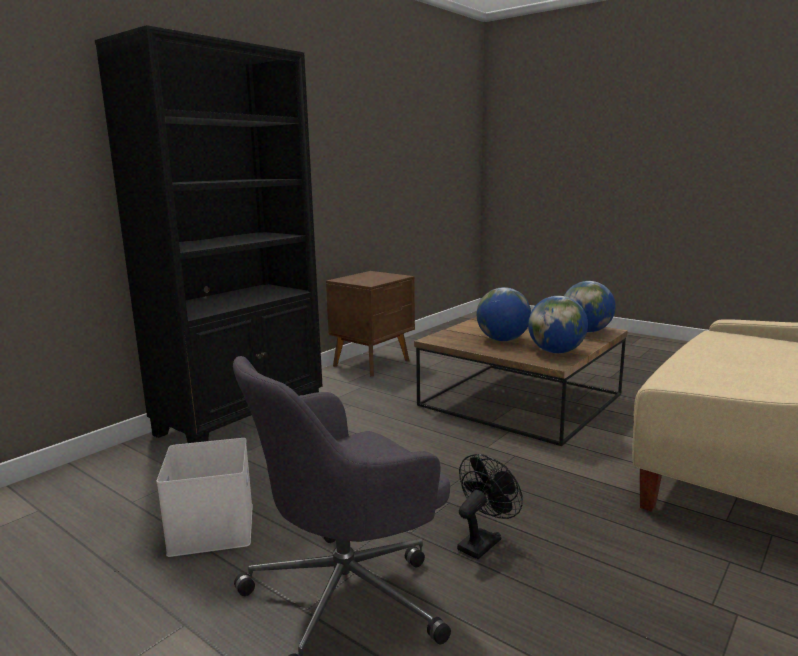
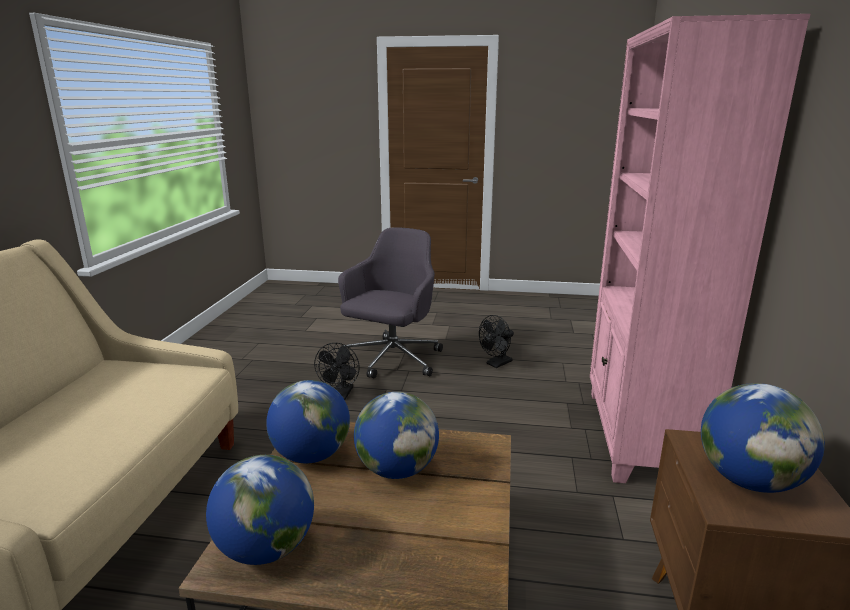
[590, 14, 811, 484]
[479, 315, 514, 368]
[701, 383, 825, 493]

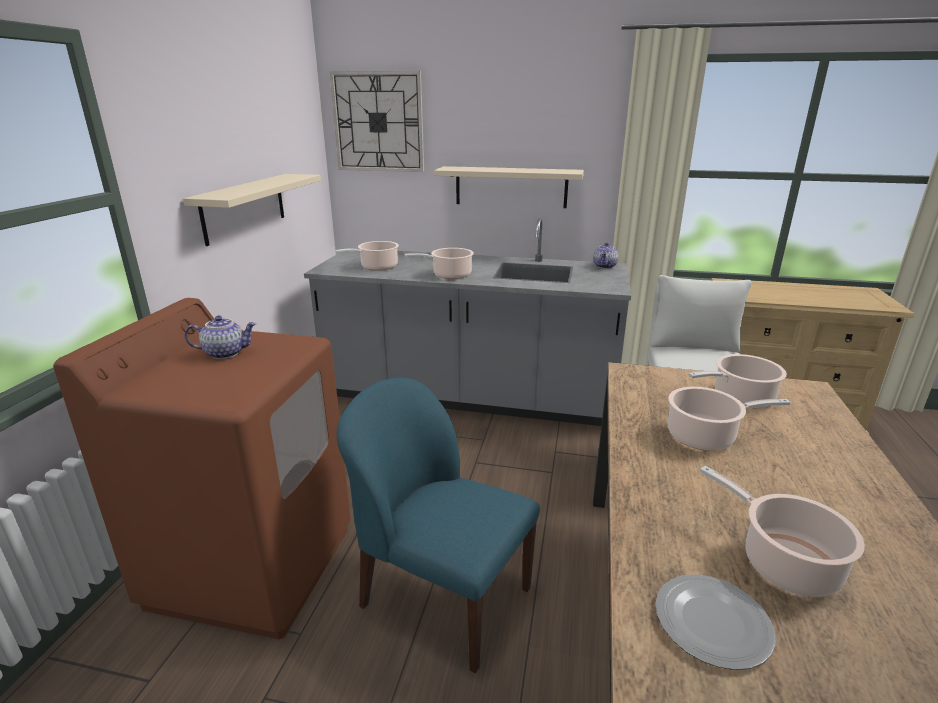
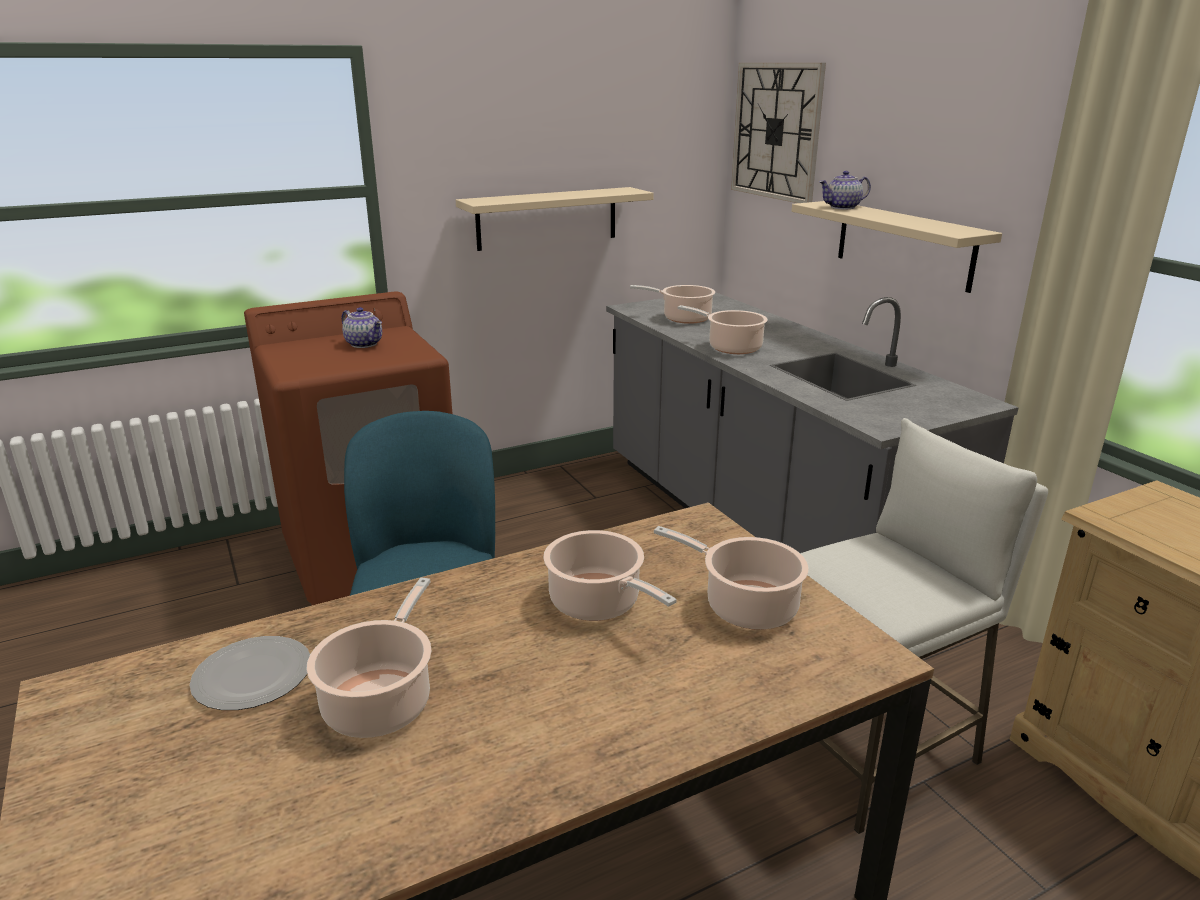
[819, 171, 871, 209]

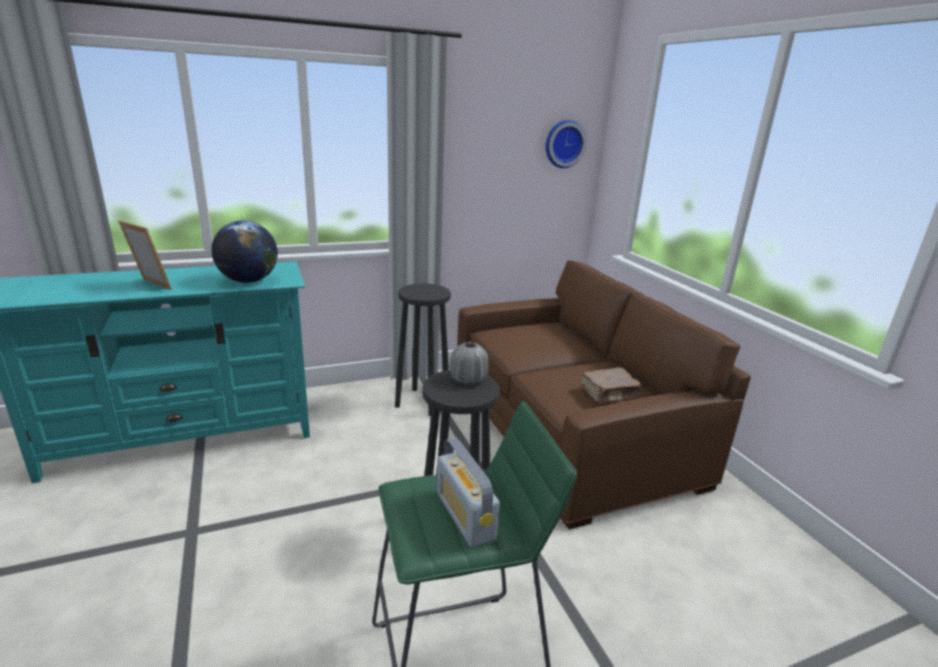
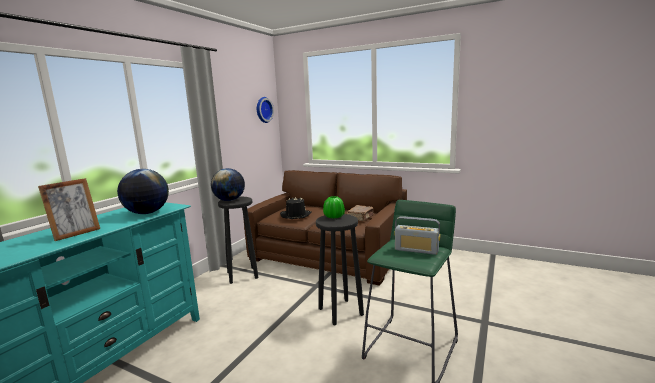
[38, 178, 100, 241]
[323, 196, 345, 219]
[211, 168, 245, 201]
[280, 197, 311, 219]

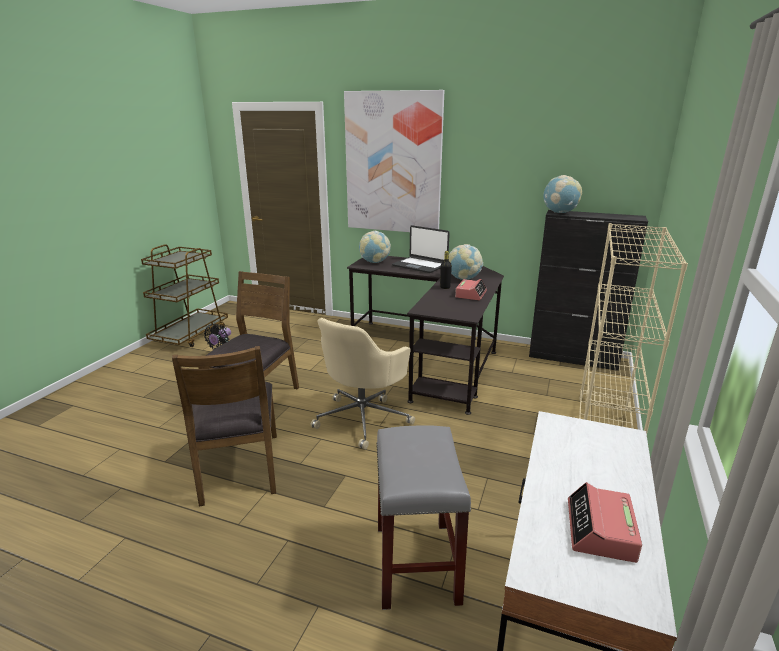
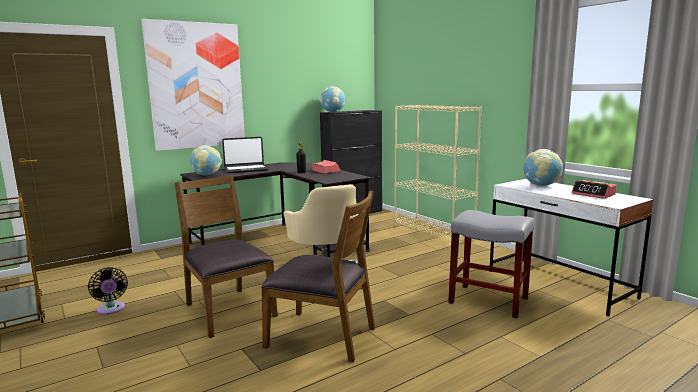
[523, 149, 563, 186]

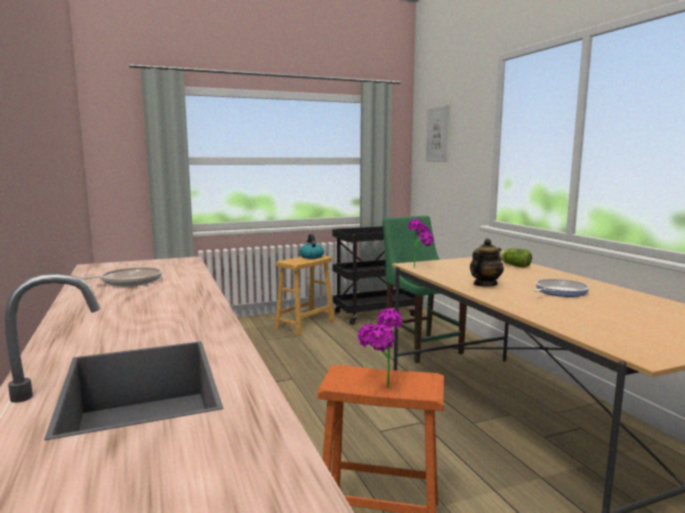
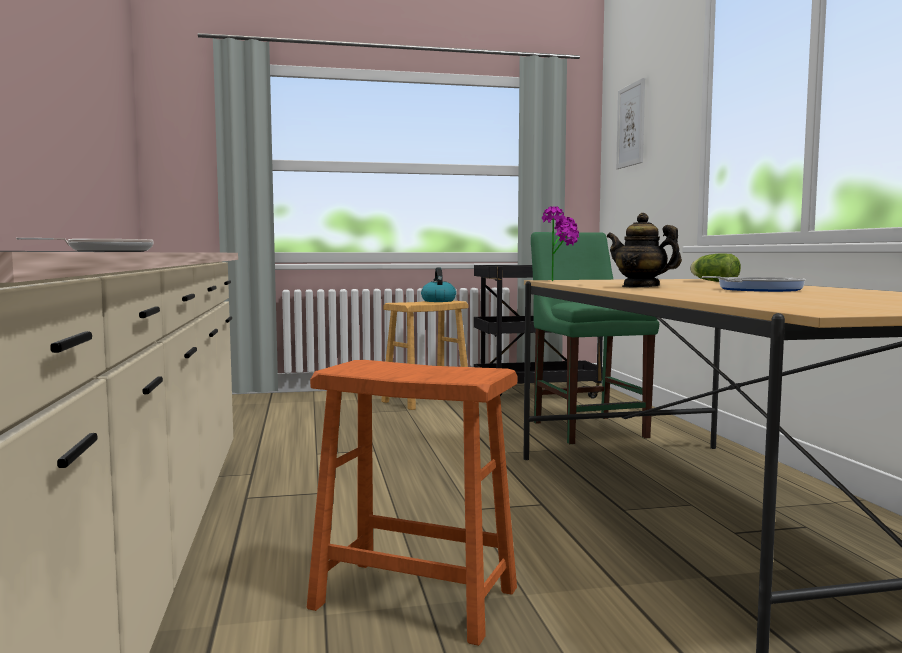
[357, 308, 402, 387] (first image)
[607, 213, 682, 288]

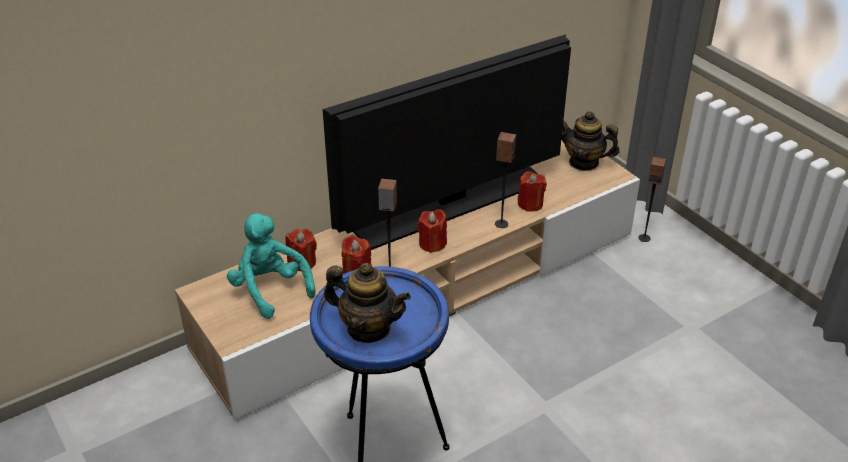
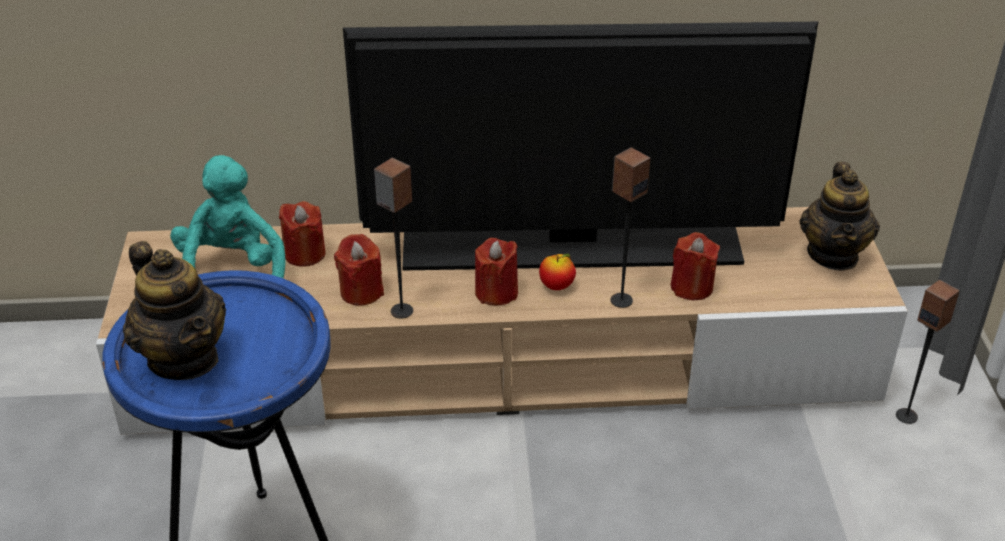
[799, 162, 880, 270]
[539, 254, 576, 290]

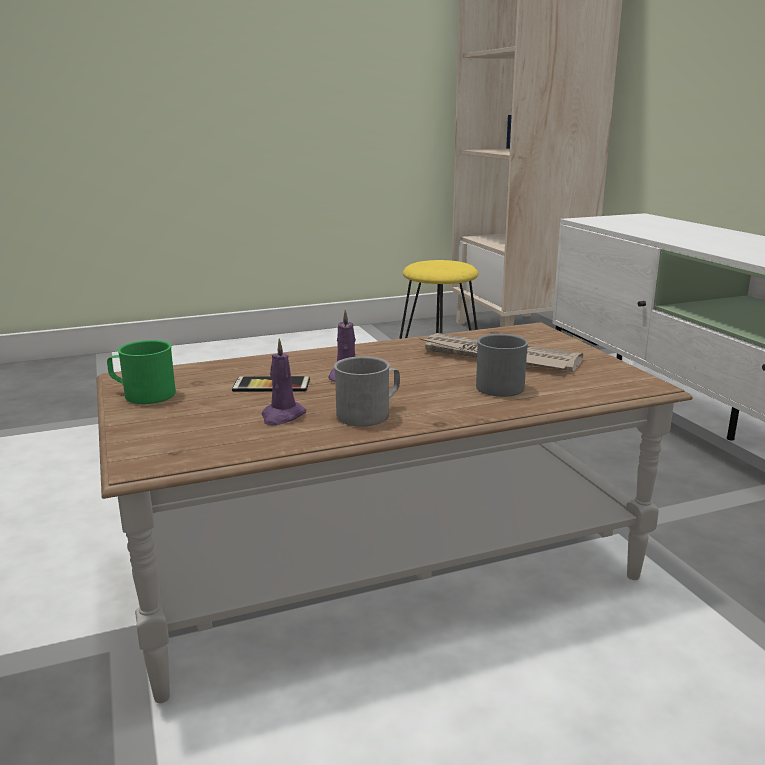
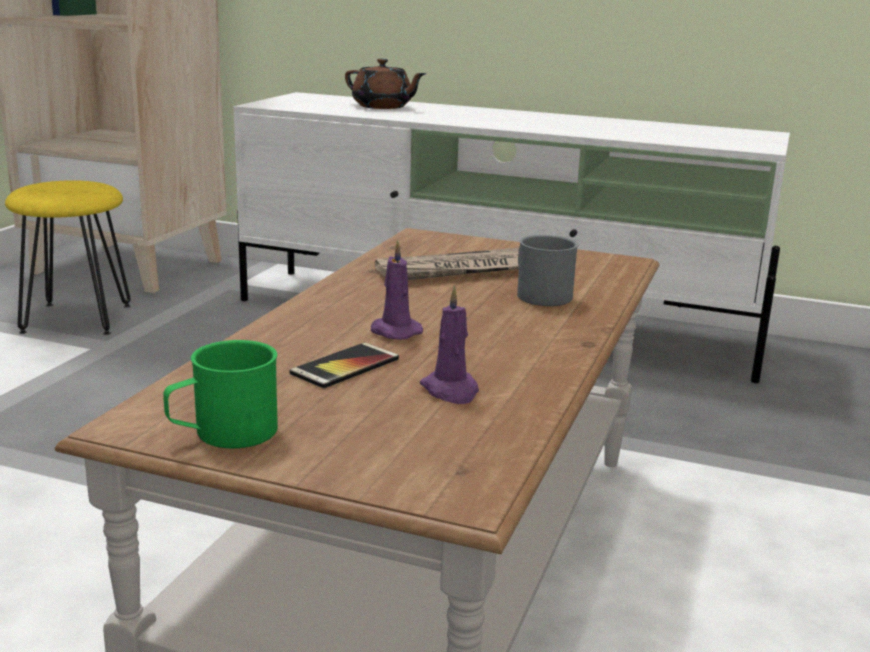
[334, 356, 400, 426] (first image)
[345, 59, 426, 109]

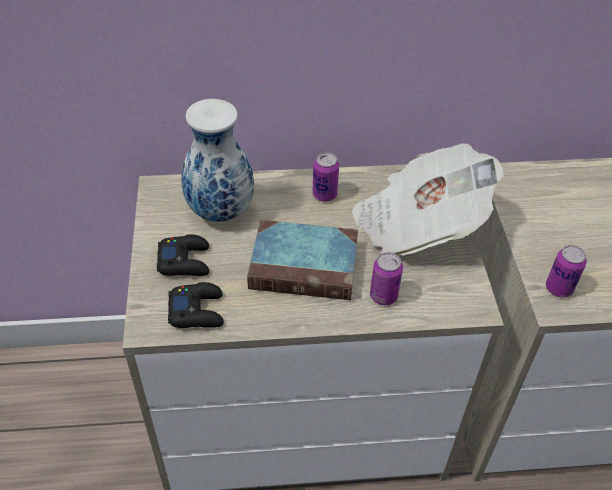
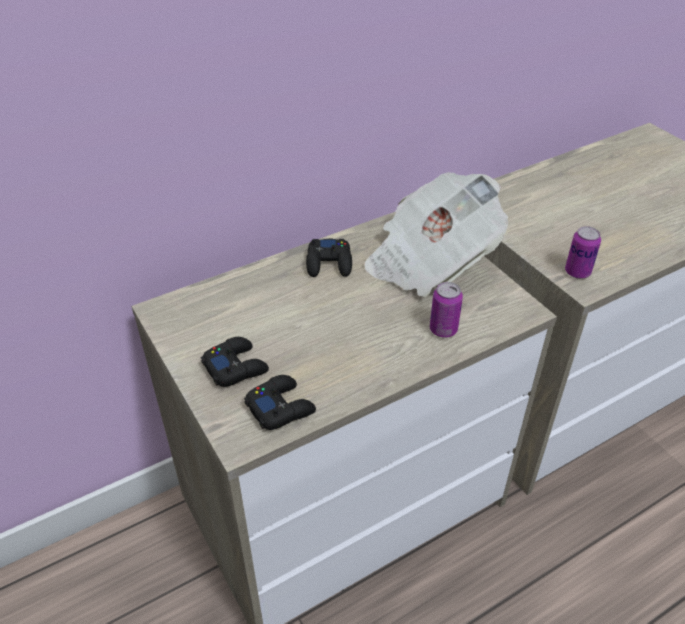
[181, 99, 254, 221] (first image)
[247, 220, 358, 300] (first image)
[306, 238, 352, 277]

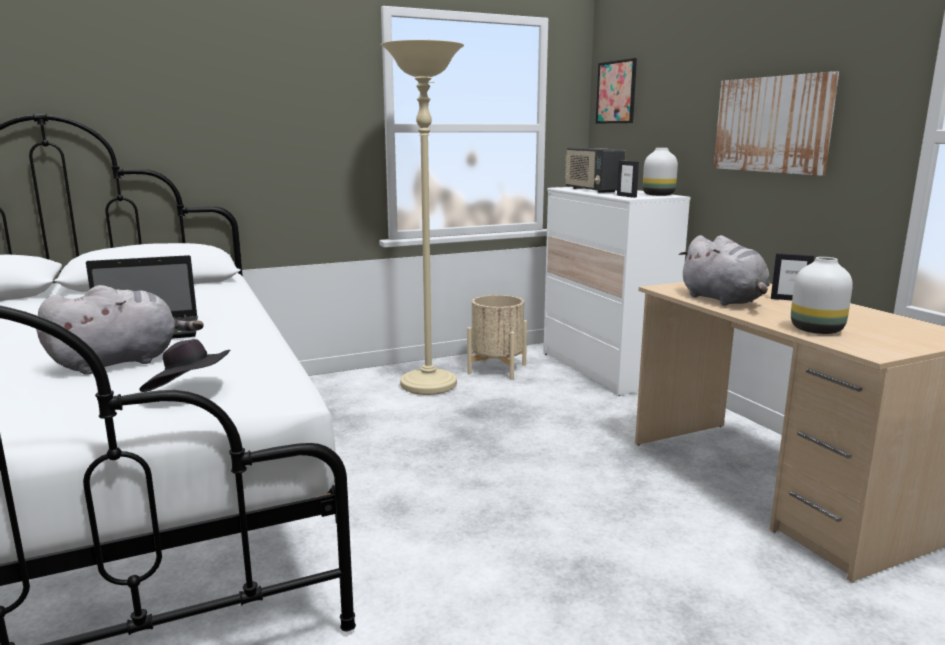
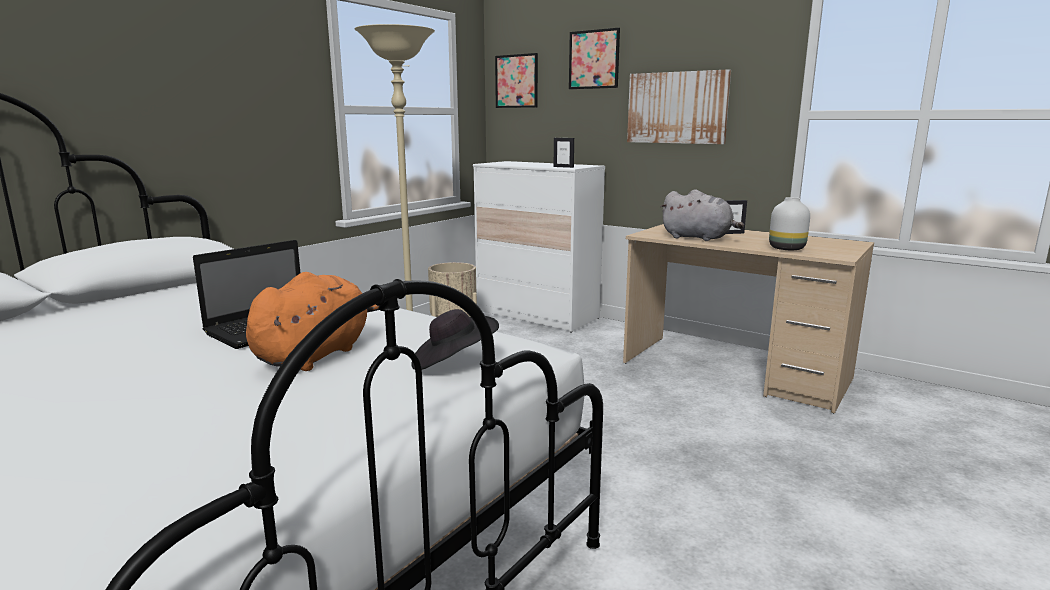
[246, 272, 380, 371]
[565, 148, 626, 193] (first image)
[643, 148, 678, 196] (first image)
[569, 28, 620, 89]

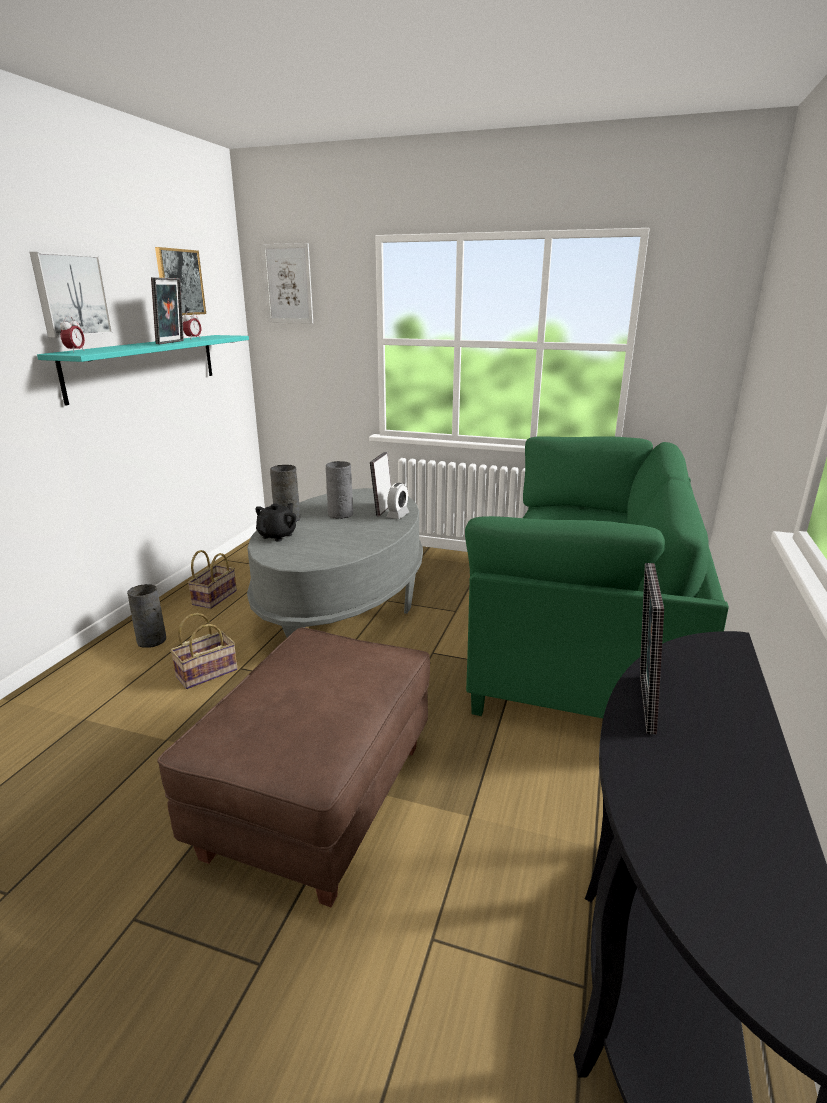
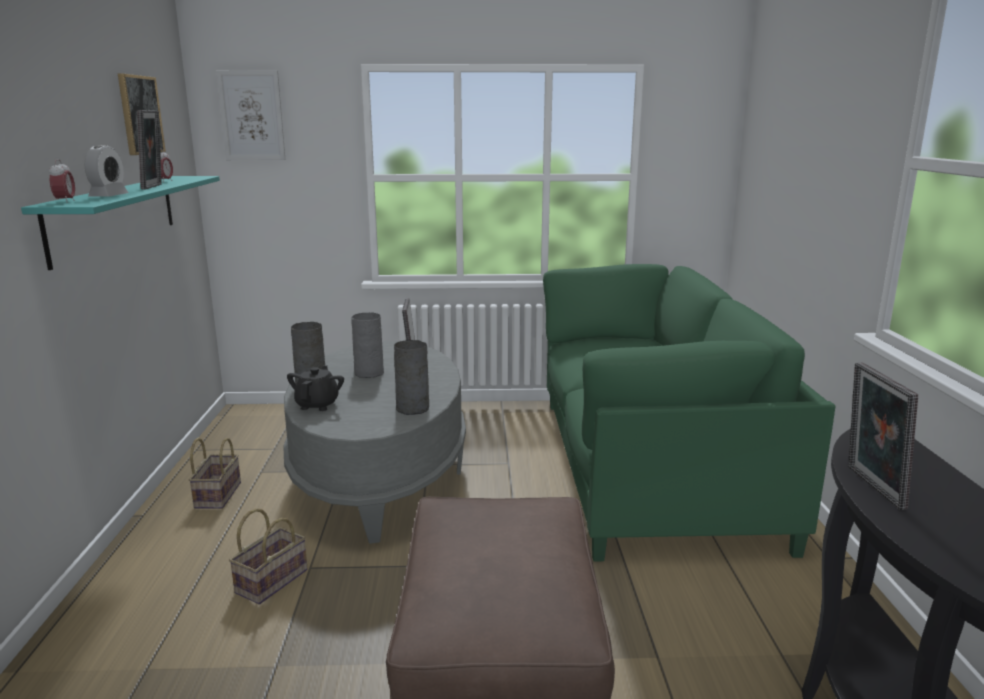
[30, 252, 113, 338] (first image)
[394, 340, 429, 415]
[85, 145, 128, 197]

